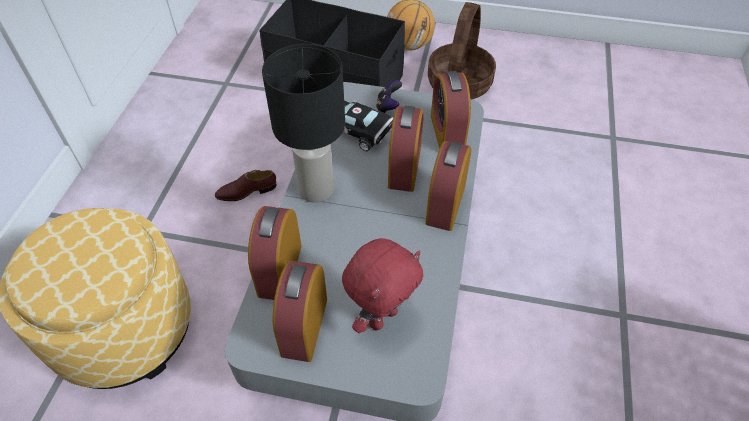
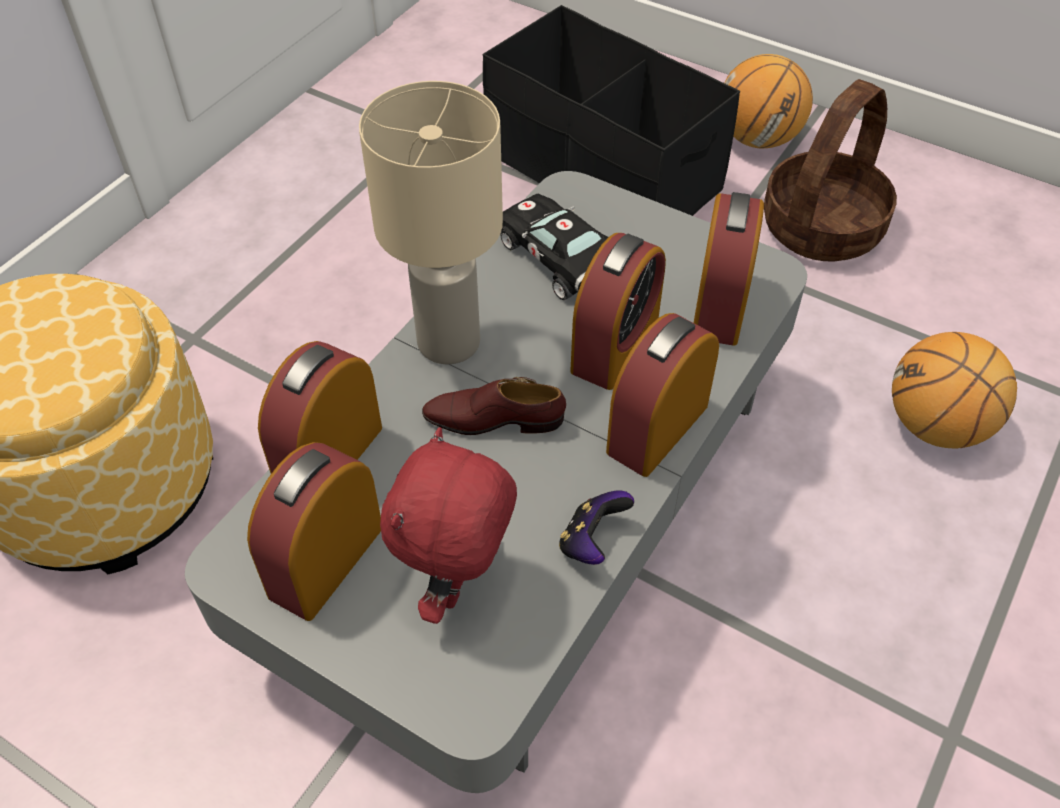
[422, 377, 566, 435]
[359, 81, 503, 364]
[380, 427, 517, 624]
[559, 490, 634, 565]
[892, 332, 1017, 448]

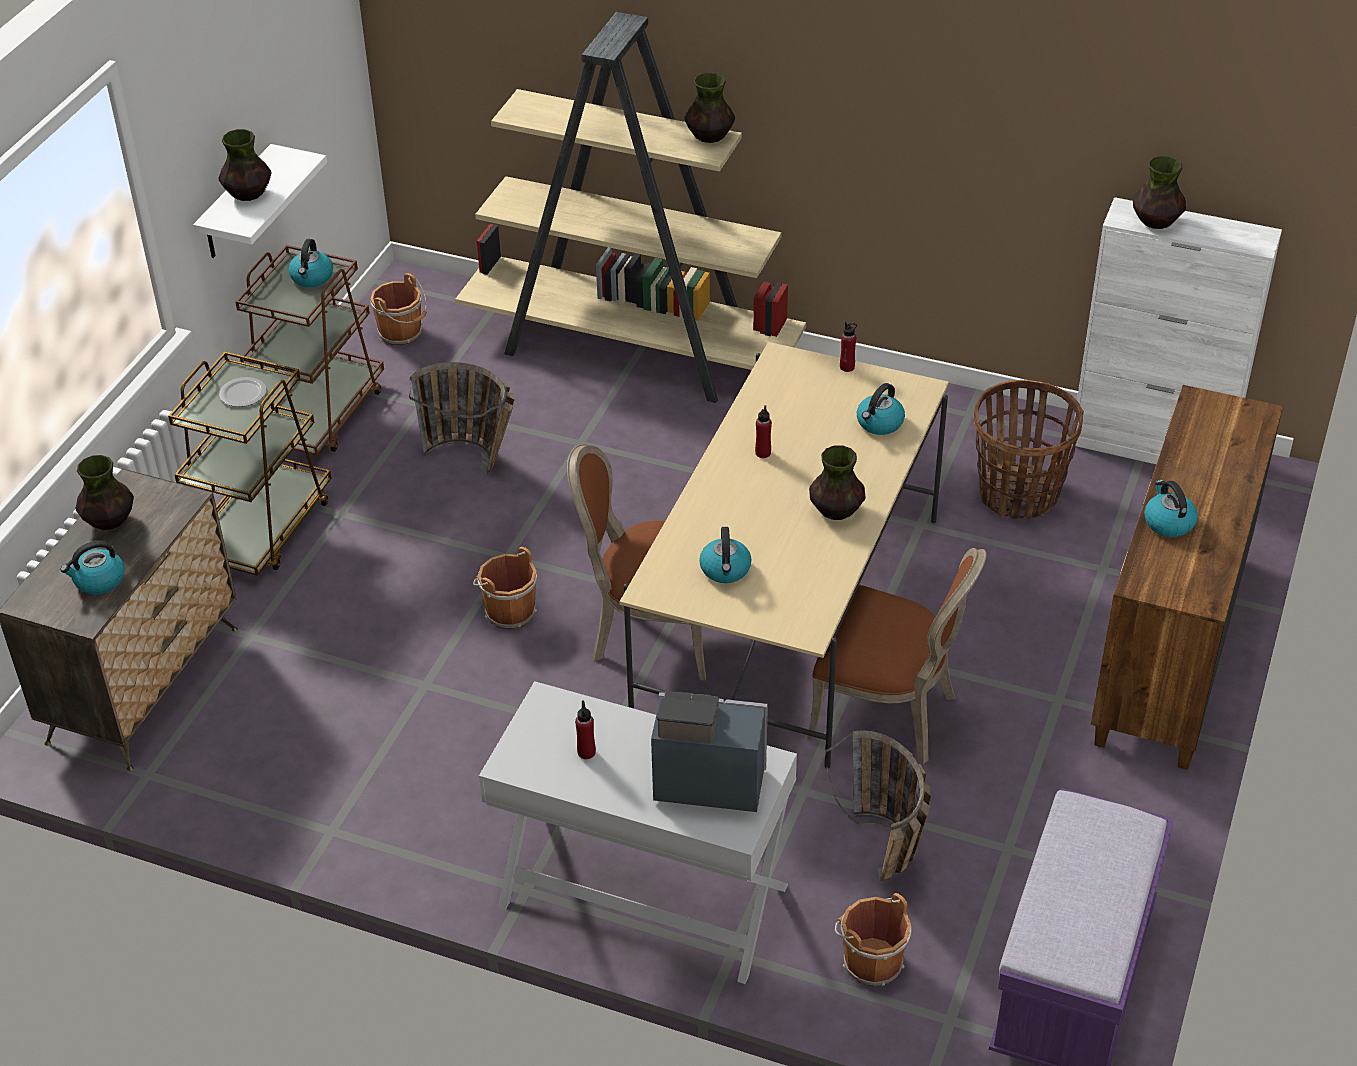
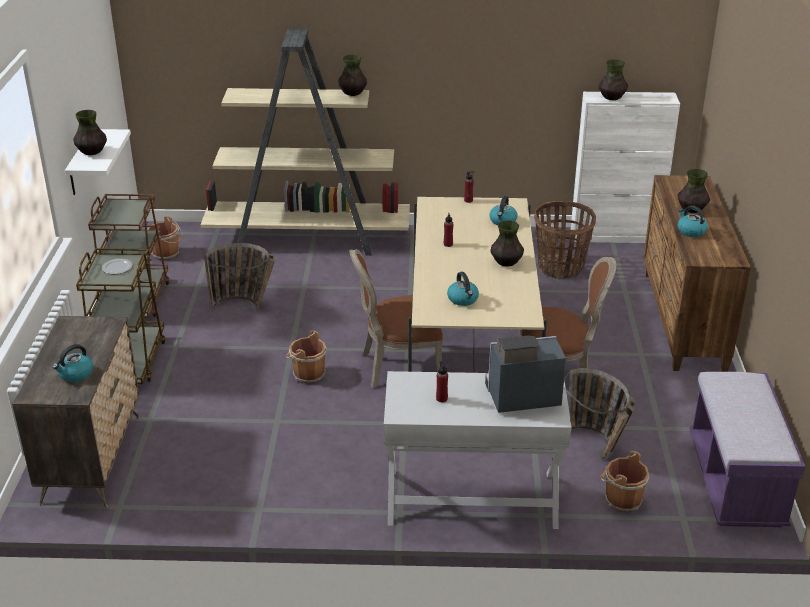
[677, 169, 710, 213]
[288, 239, 333, 287] (first image)

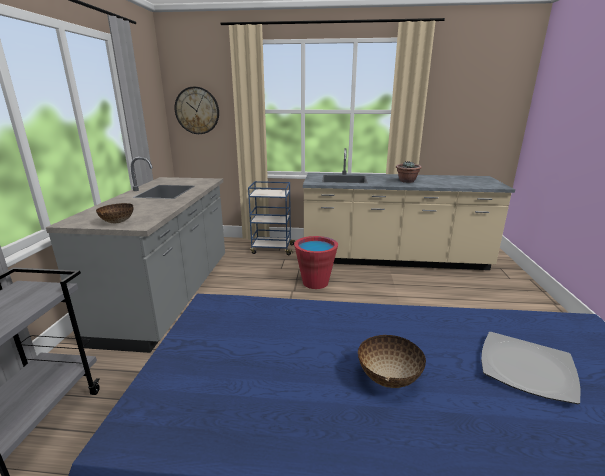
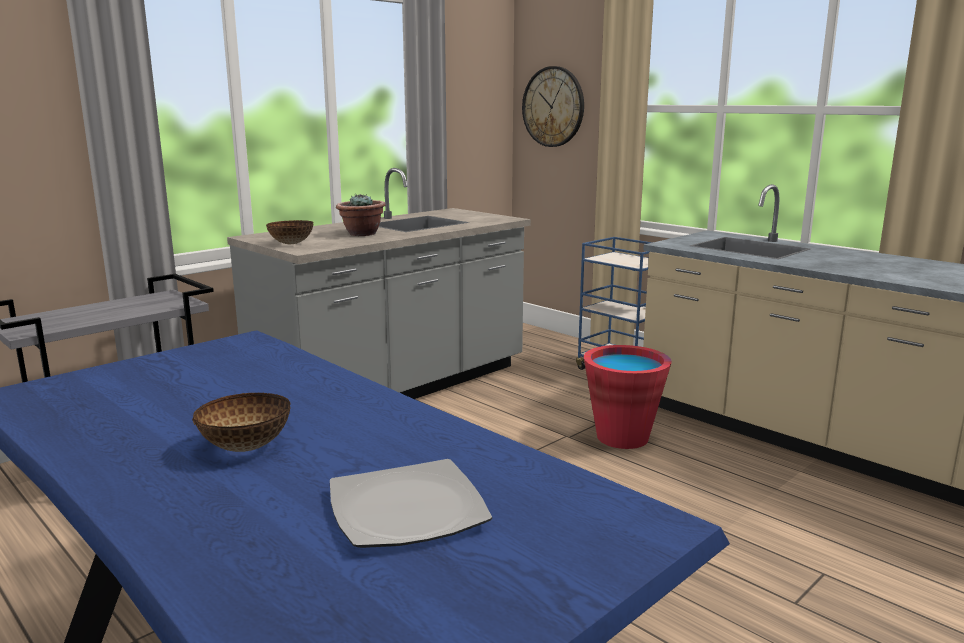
[336, 194, 386, 236]

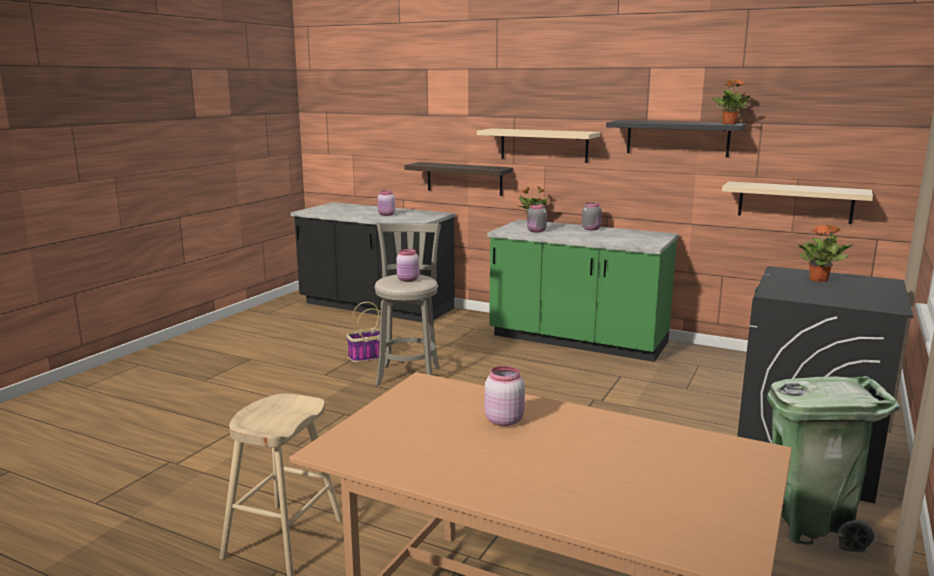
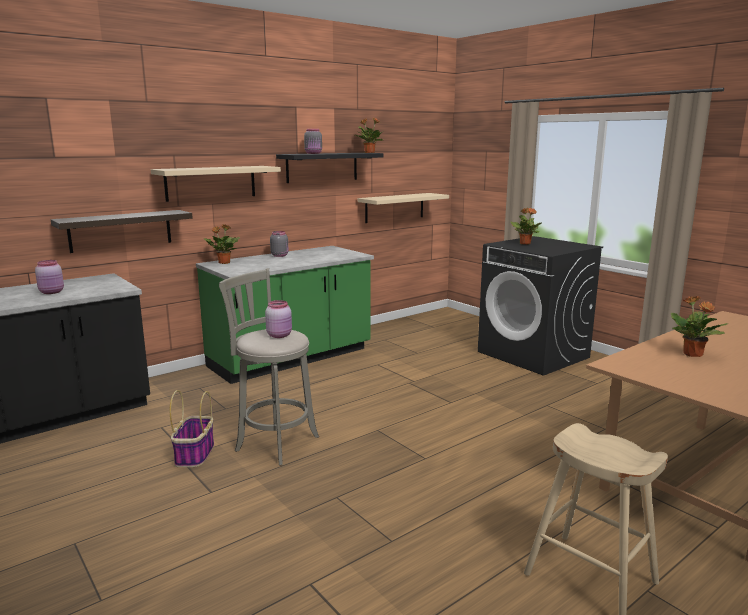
[671, 296, 727, 357]
[304, 129, 322, 154]
[767, 376, 900, 553] (first image)

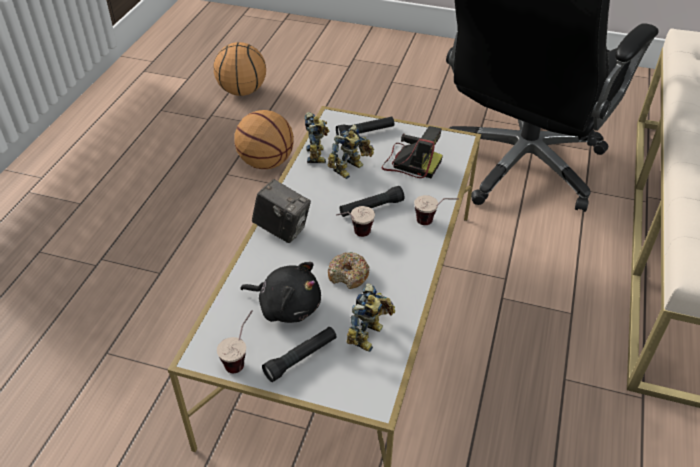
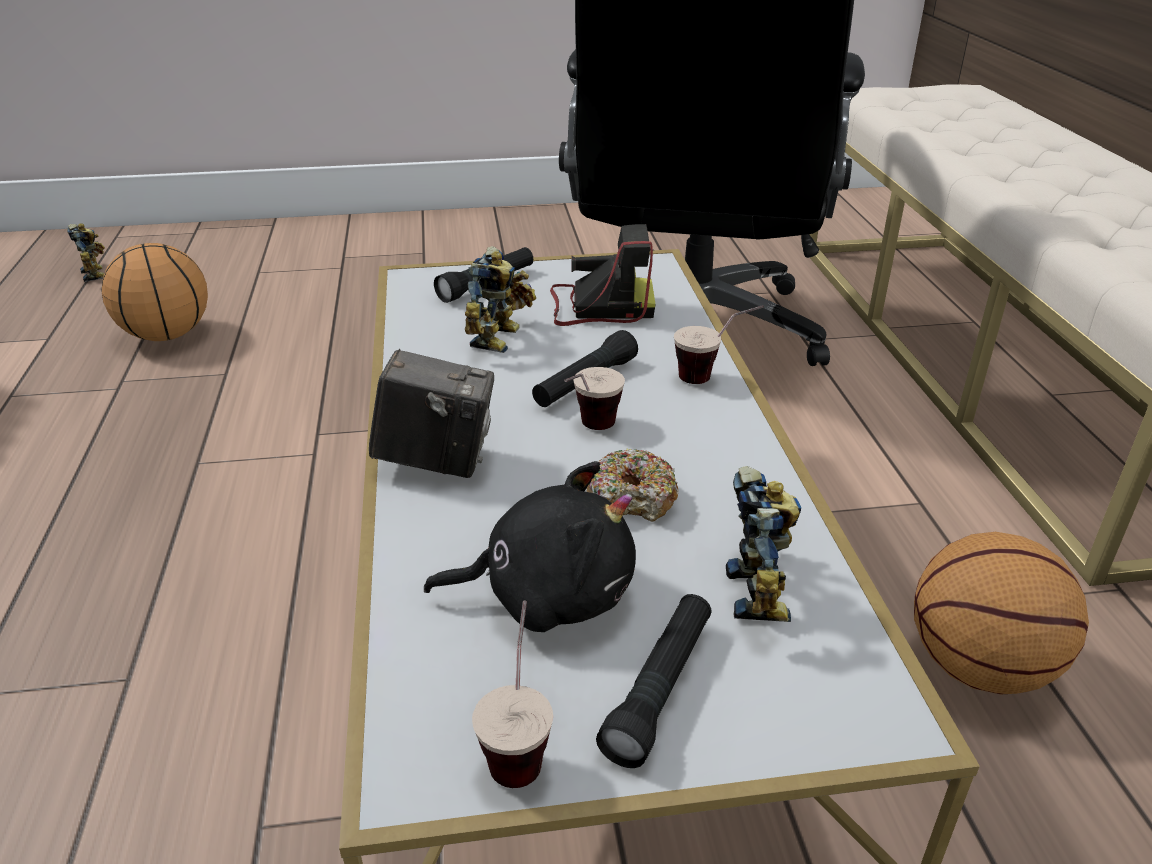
[914, 532, 1089, 694]
[67, 223, 105, 282]

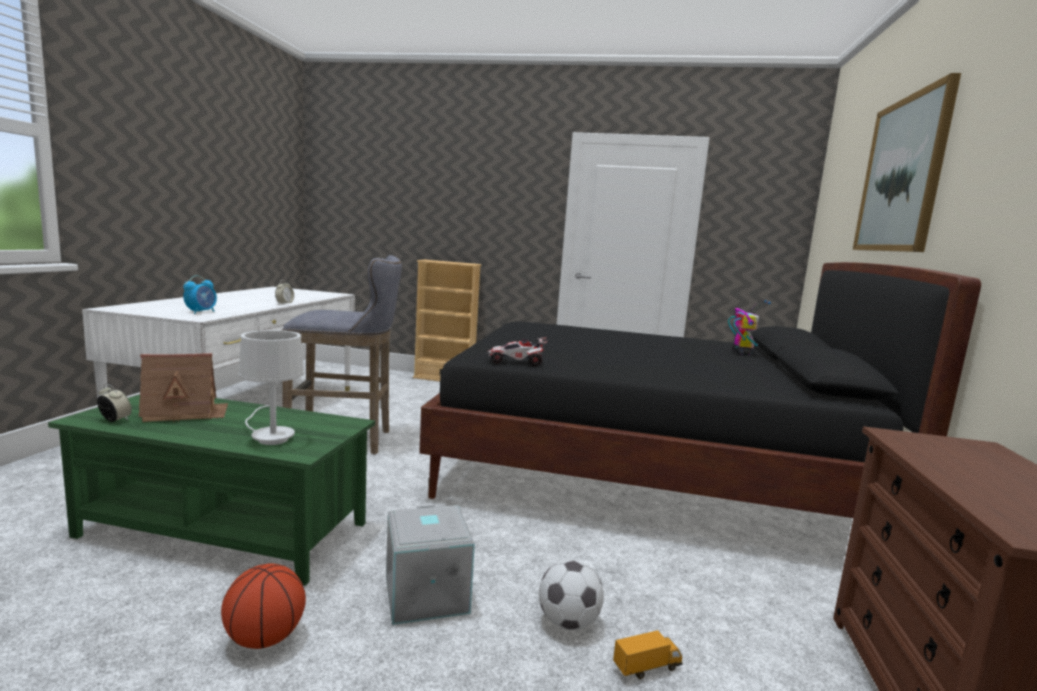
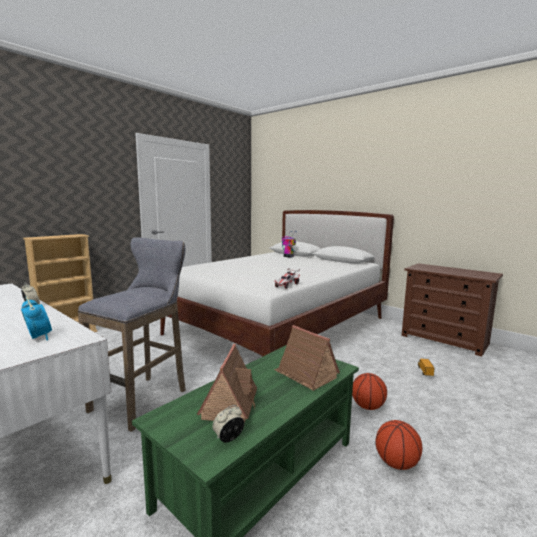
[274, 325, 340, 391]
[352, 373, 387, 410]
[160, 210, 394, 357]
[539, 560, 604, 630] (first image)
[853, 73, 961, 252] (first image)

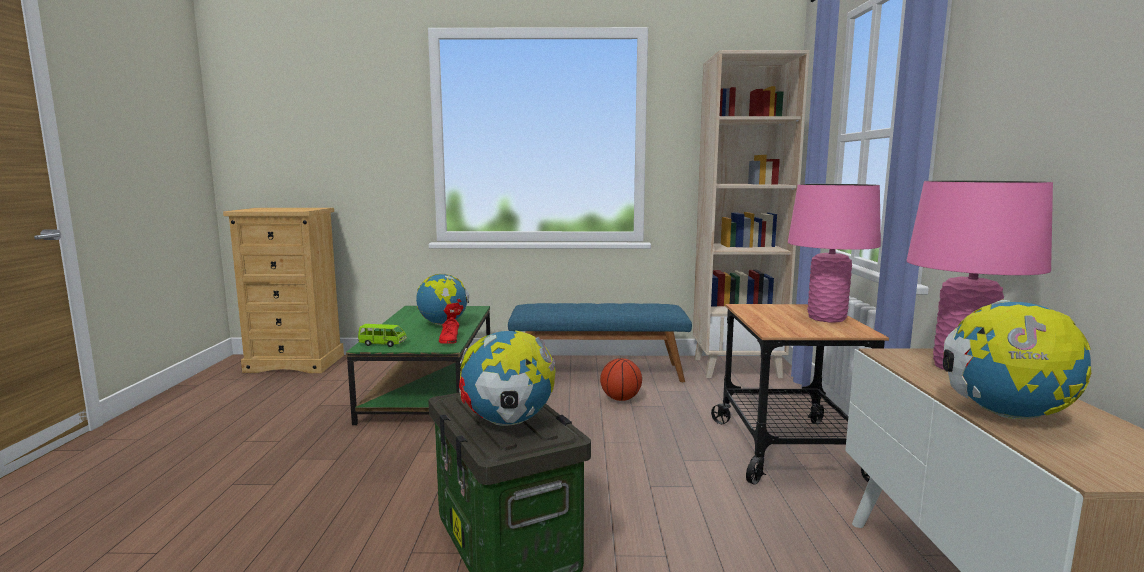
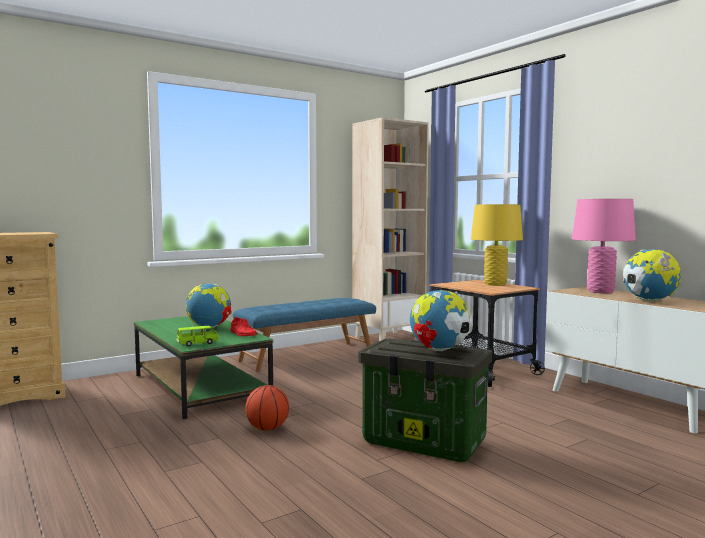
[245, 385, 289, 431]
[471, 204, 523, 286]

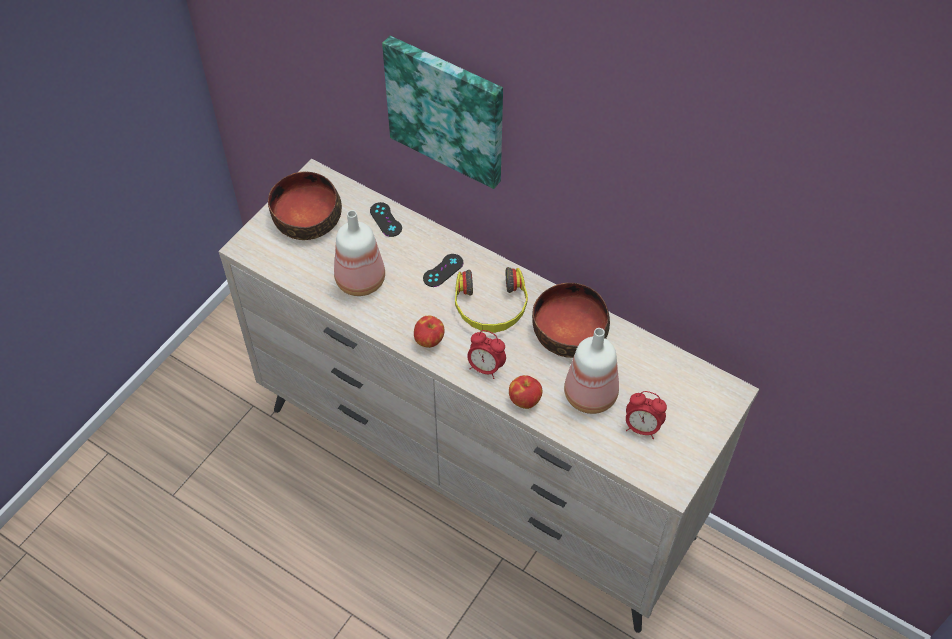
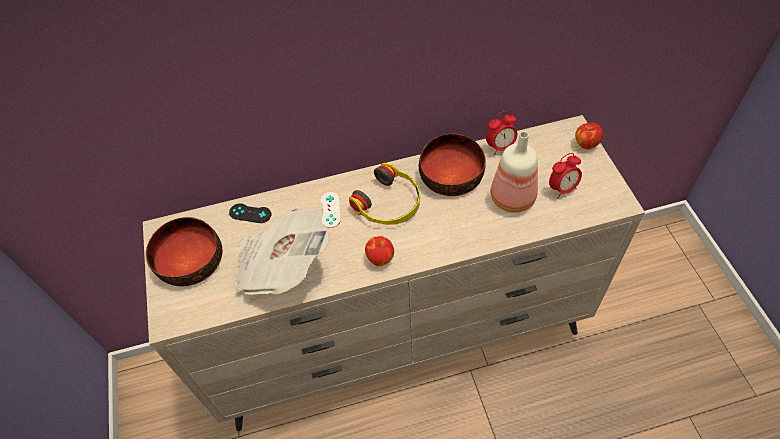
[236, 208, 329, 295]
[382, 36, 503, 189] (first image)
[321, 192, 341, 228]
[486, 111, 517, 155]
[575, 123, 603, 150]

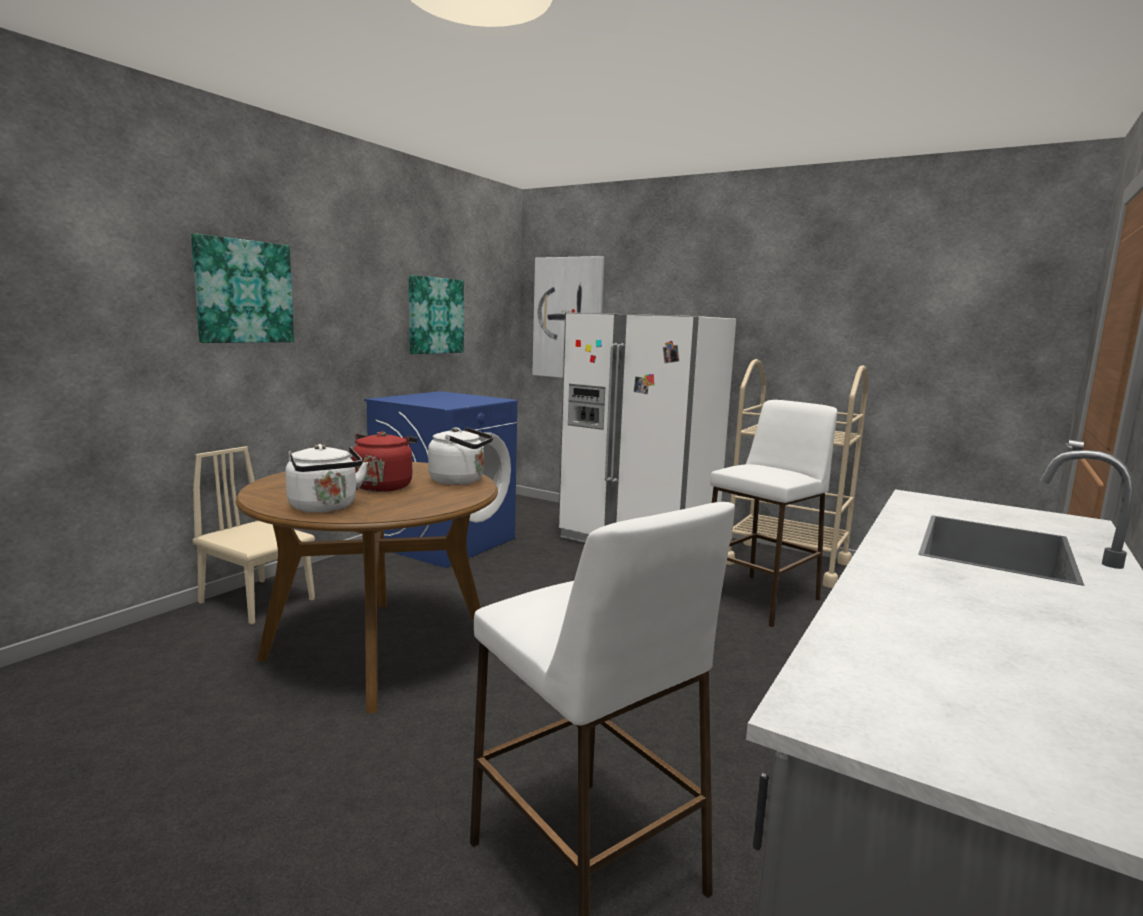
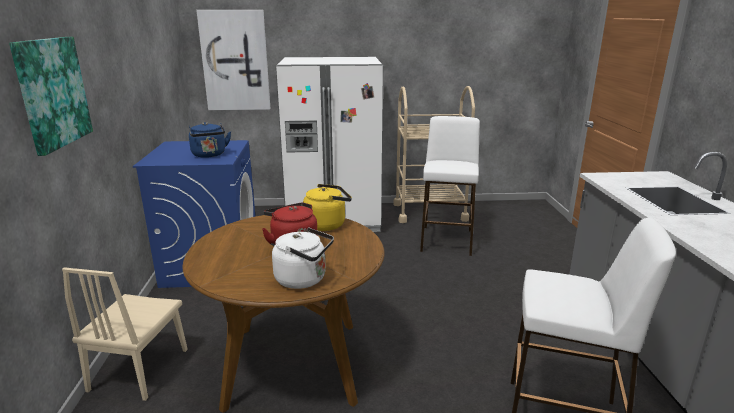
[62, 267, 188, 401]
[409, 275, 464, 354] (first image)
[303, 184, 352, 231]
[189, 122, 231, 158]

